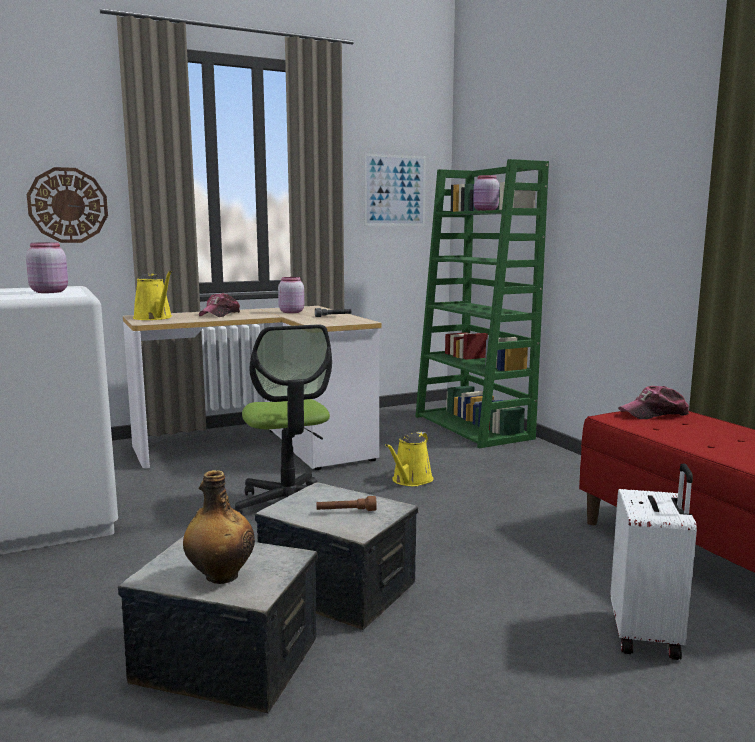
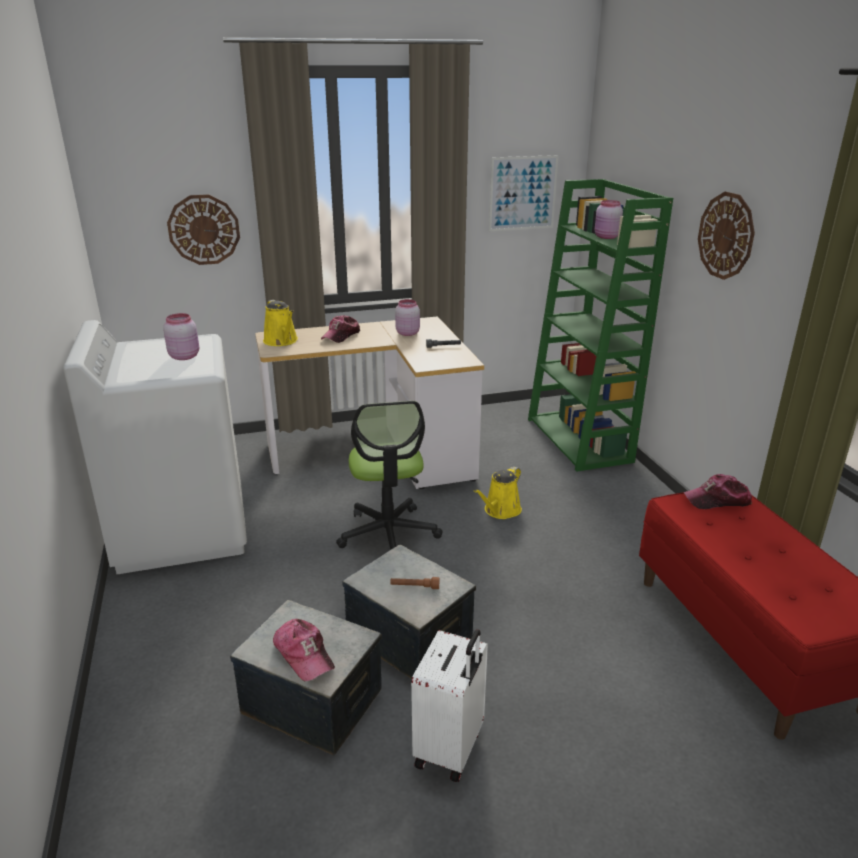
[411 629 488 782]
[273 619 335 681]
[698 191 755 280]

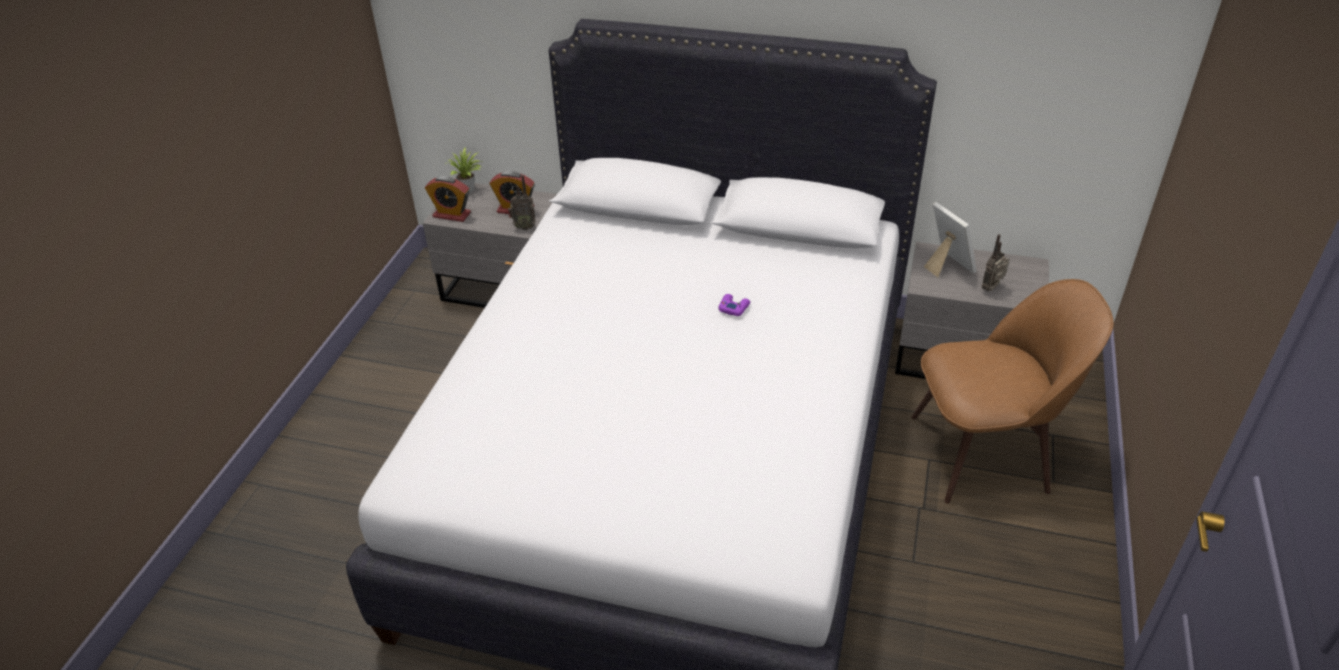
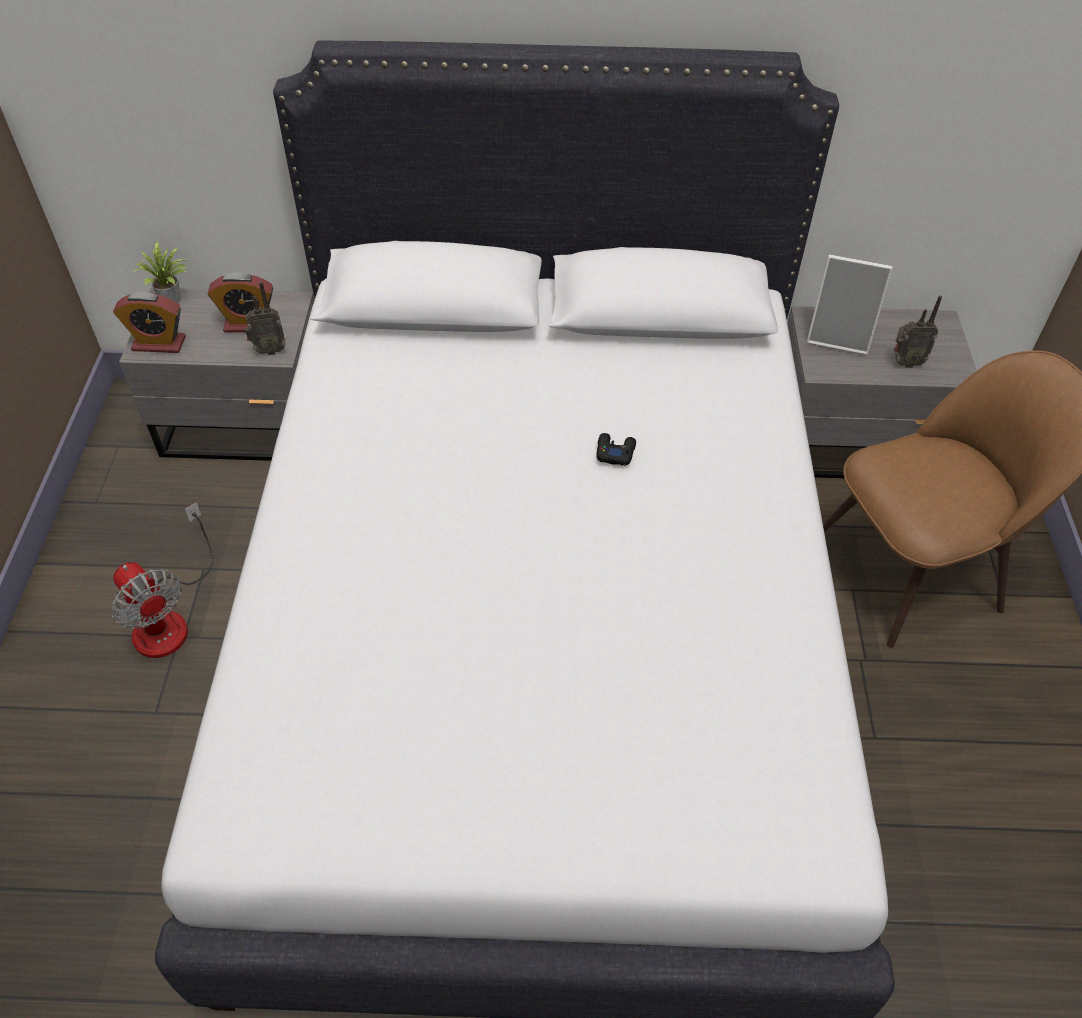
[807 254 893 355]
[894 296 942 368]
[596 433 636 466]
[112 502 213 658]

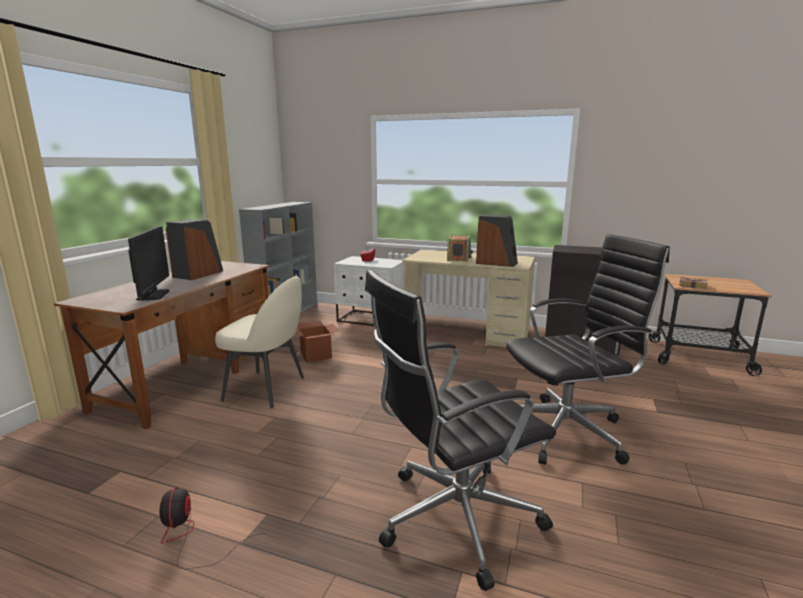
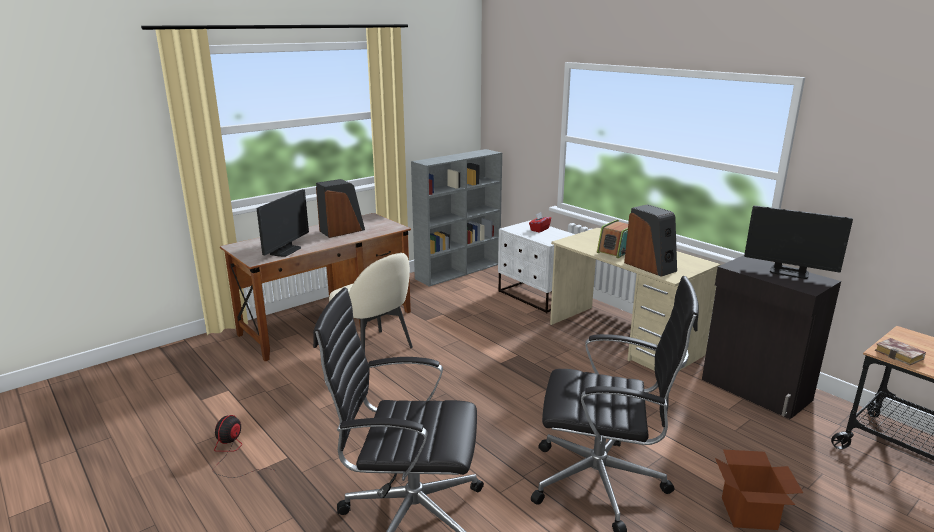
[715 449 803 530]
[744 205 853 279]

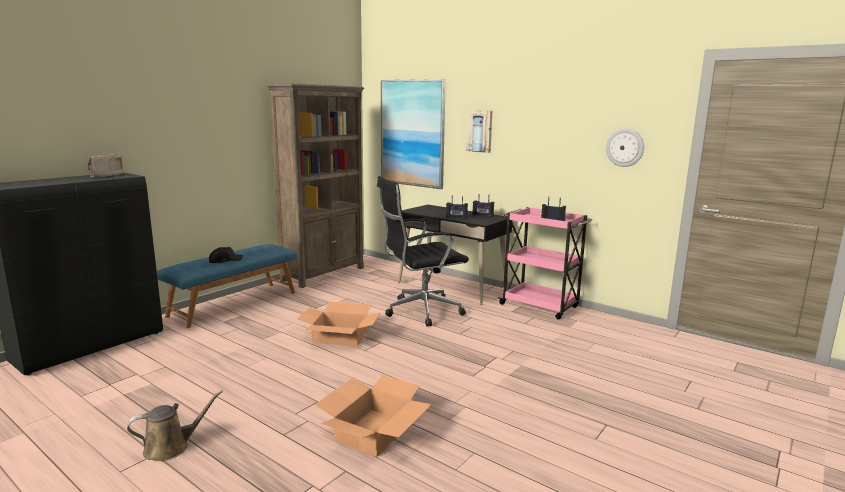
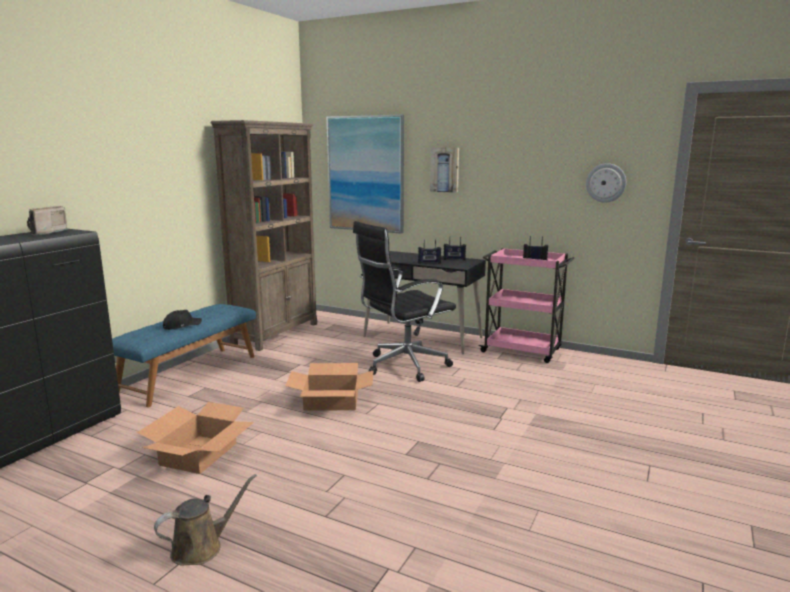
[137 402 254 474]

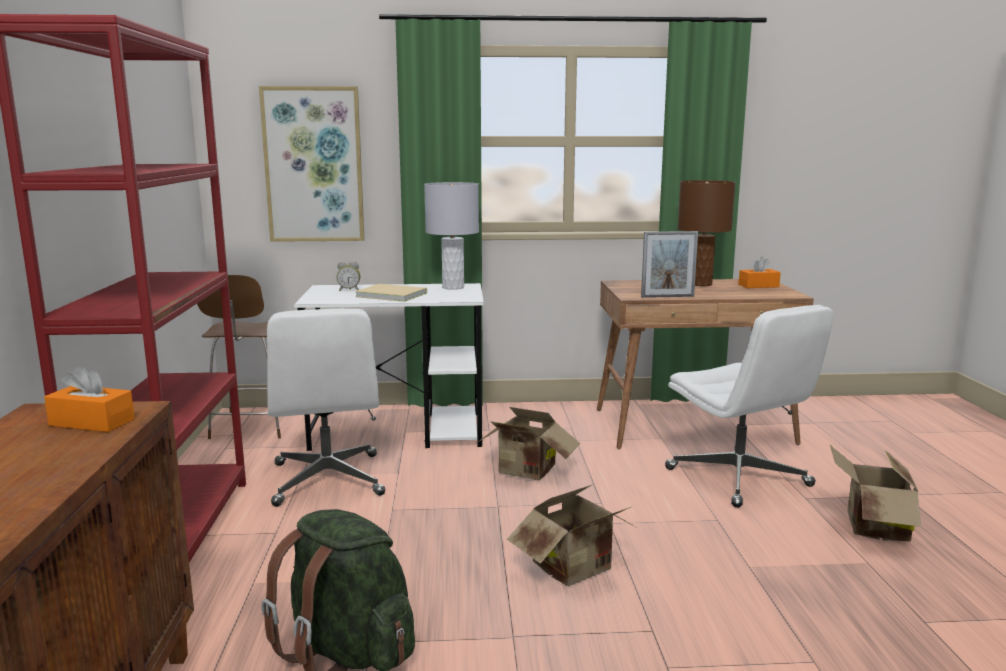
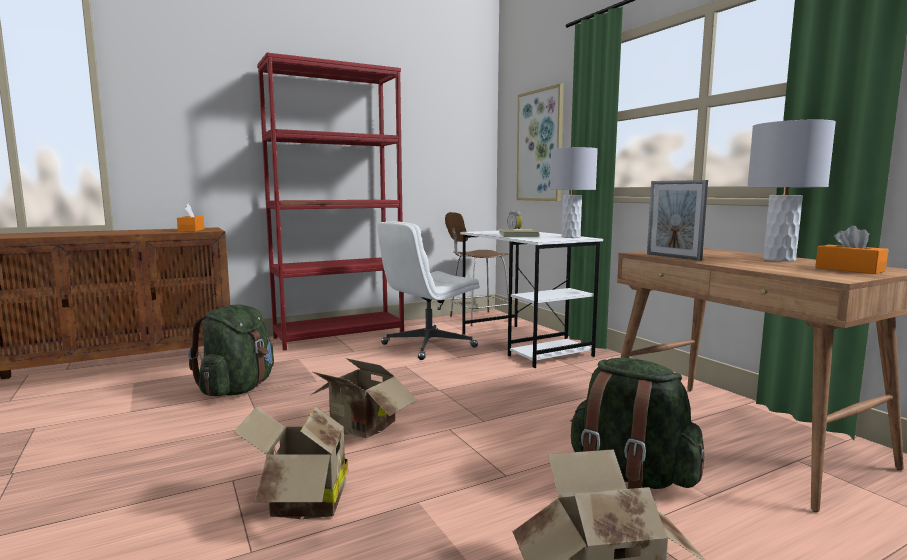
[747 119 836 262]
[570 358 705 489]
[234 406 350 519]

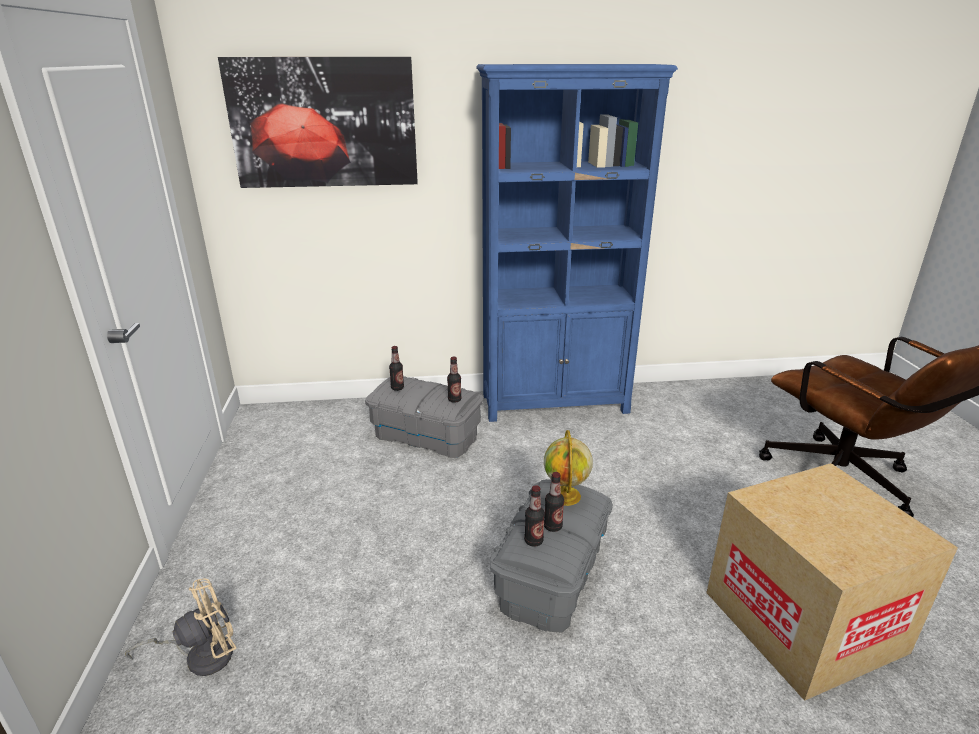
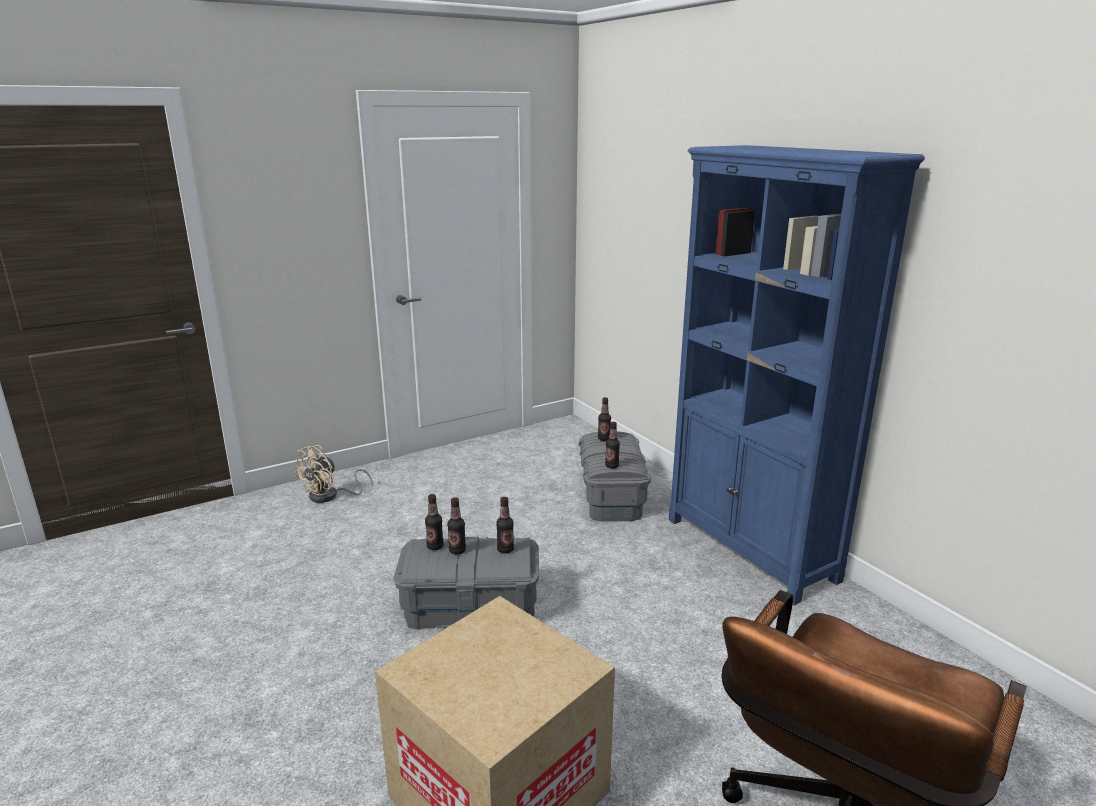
[218 57 418 188] (first image)
[496 497 514 554]
[294 445 373 503]

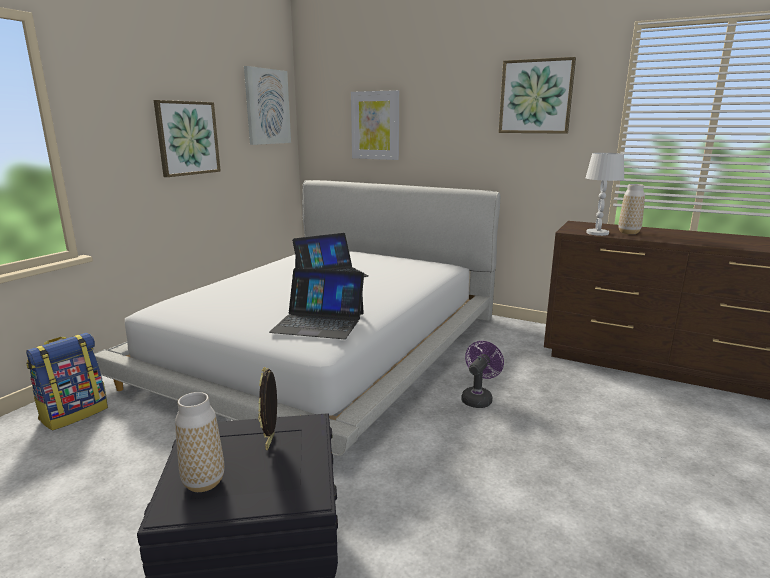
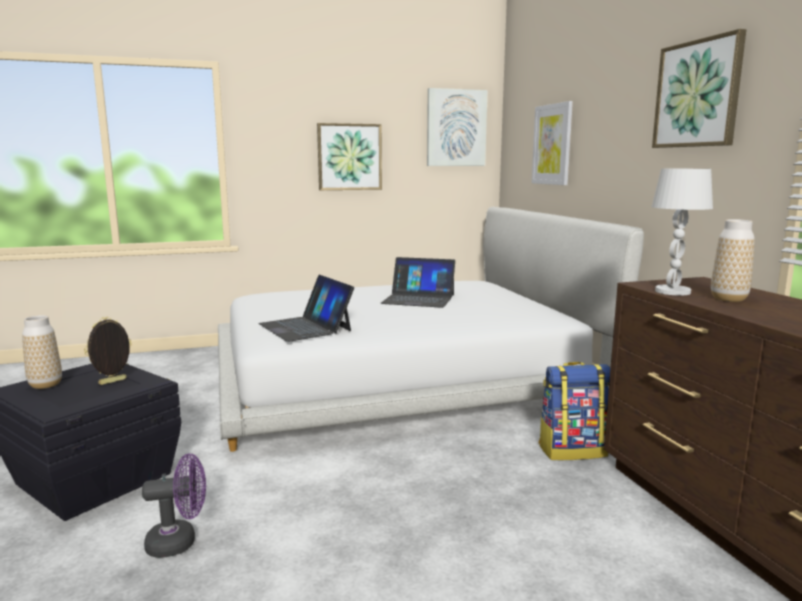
[538 362 610 460]
[142 454 206 558]

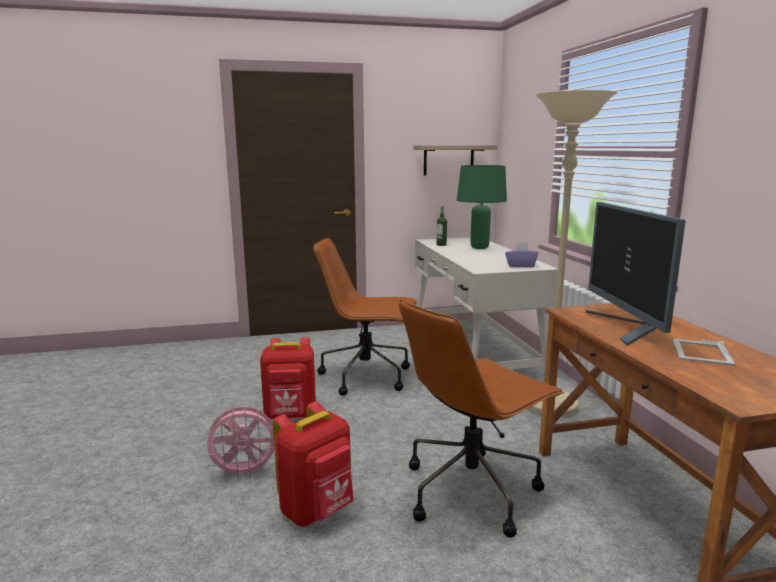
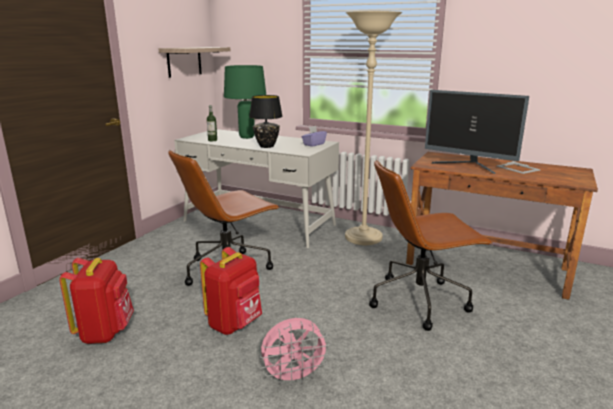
[369 160 492 331]
[59 258 134 344]
[260 318 331 386]
[249 95 283 148]

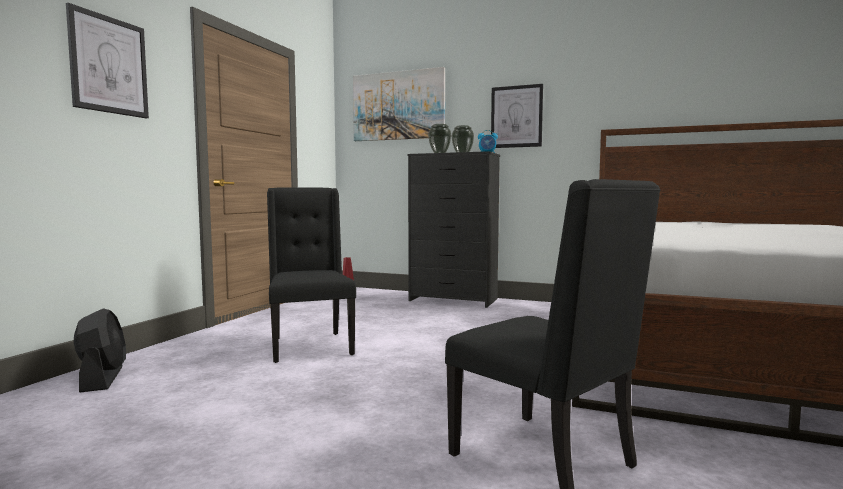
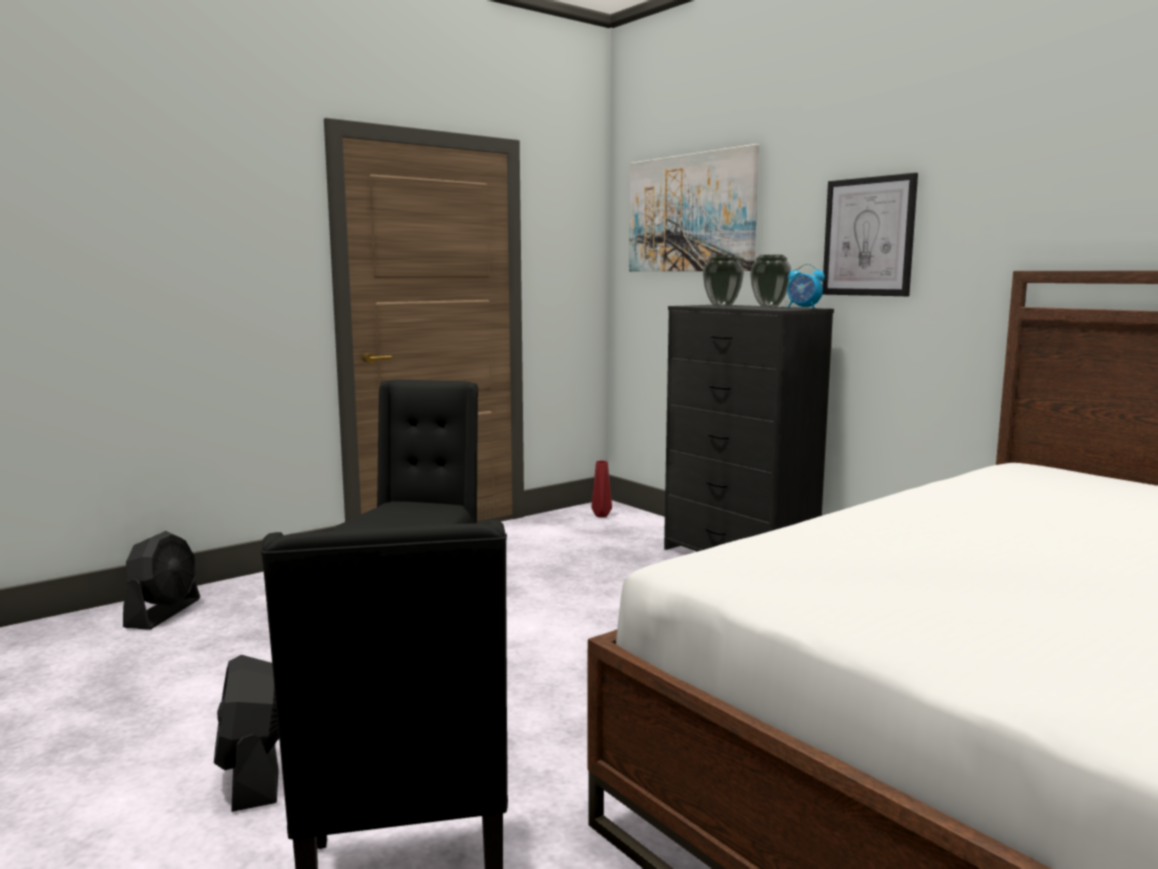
[66 3 149 118] (first image)
[214 655 279 812]

